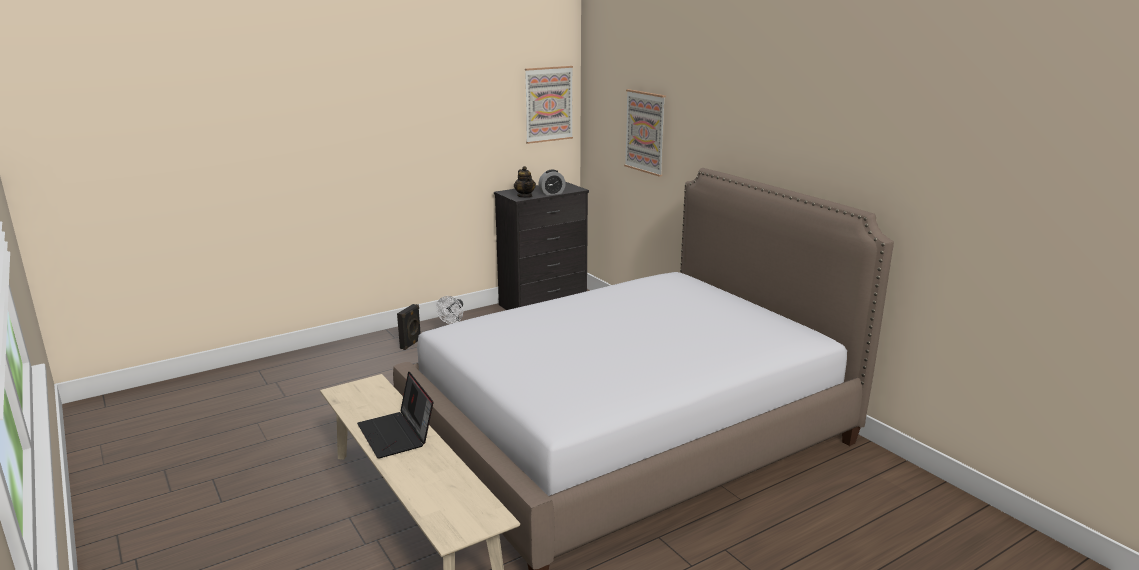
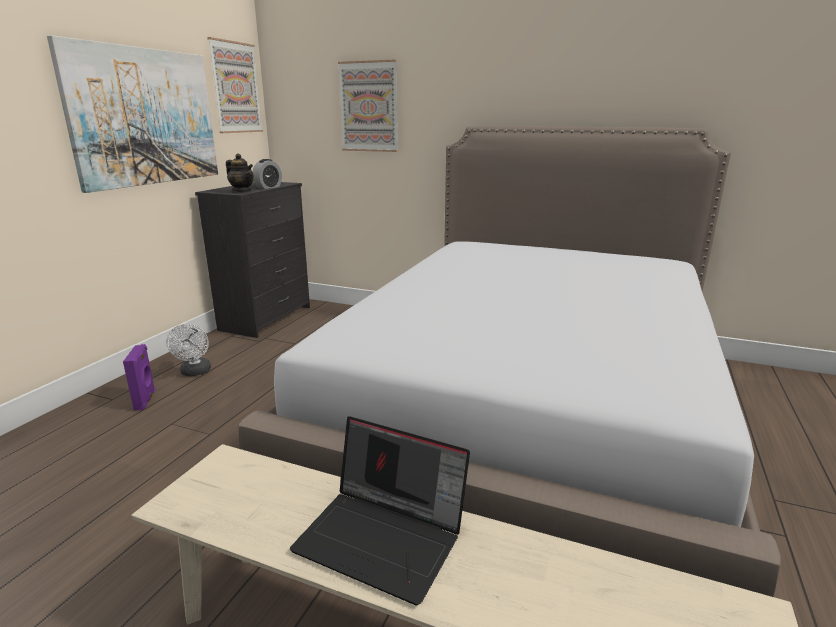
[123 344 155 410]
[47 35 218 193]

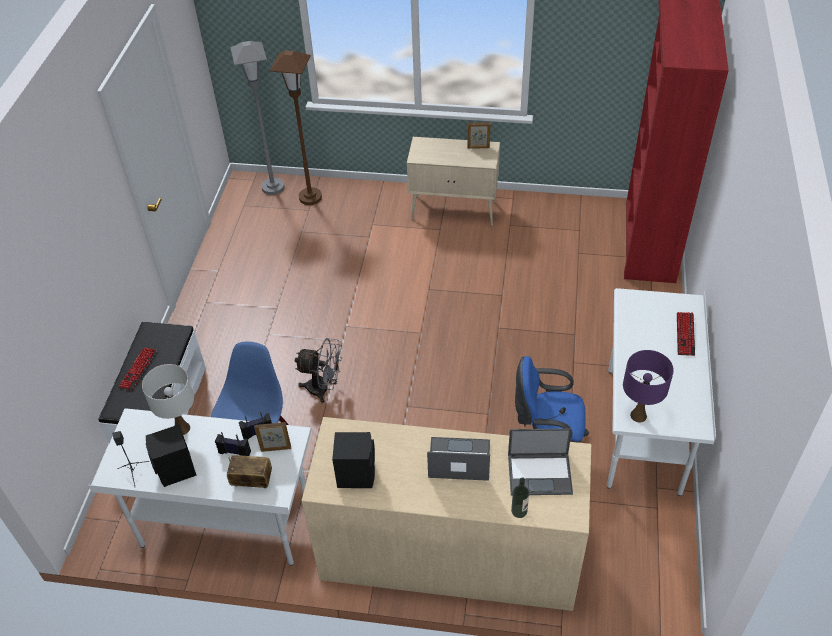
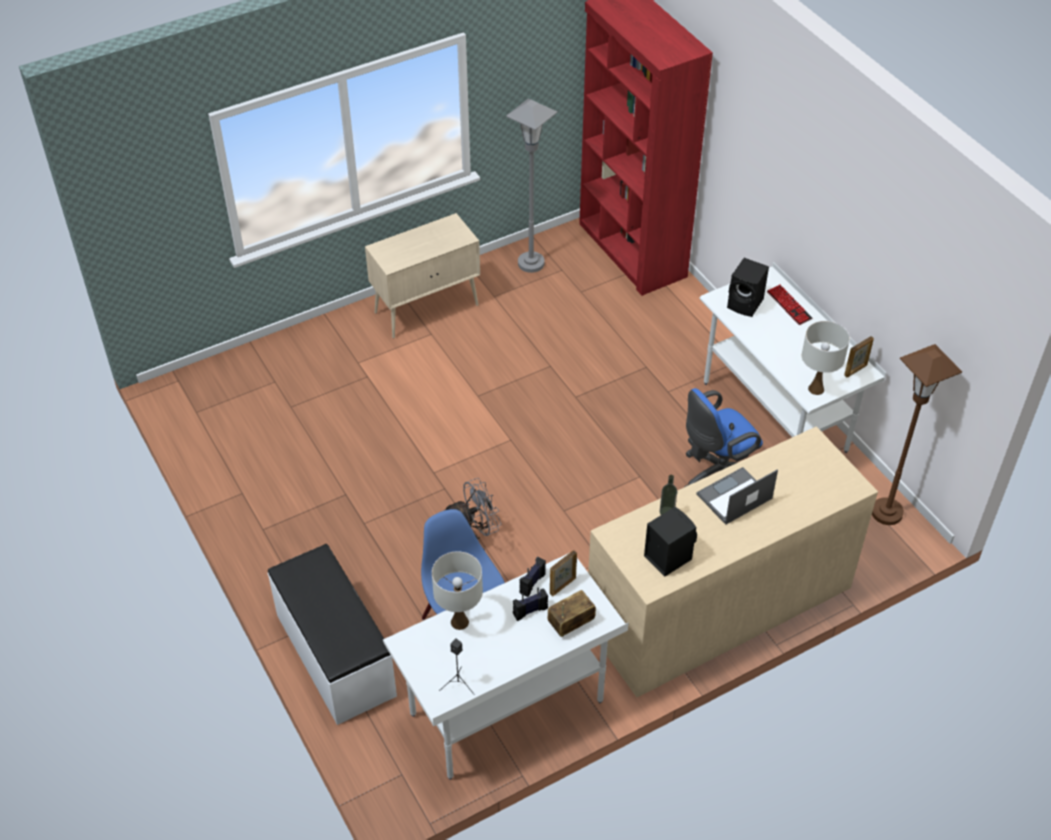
[506 98 558 273]
[872 344 962 525]
[844 336 874 377]
[118 348 157 390] (first image)
[802 321 850 395]
[727 258 769 317]
[508 428 573 495] (first image)
[660 475 677 515]

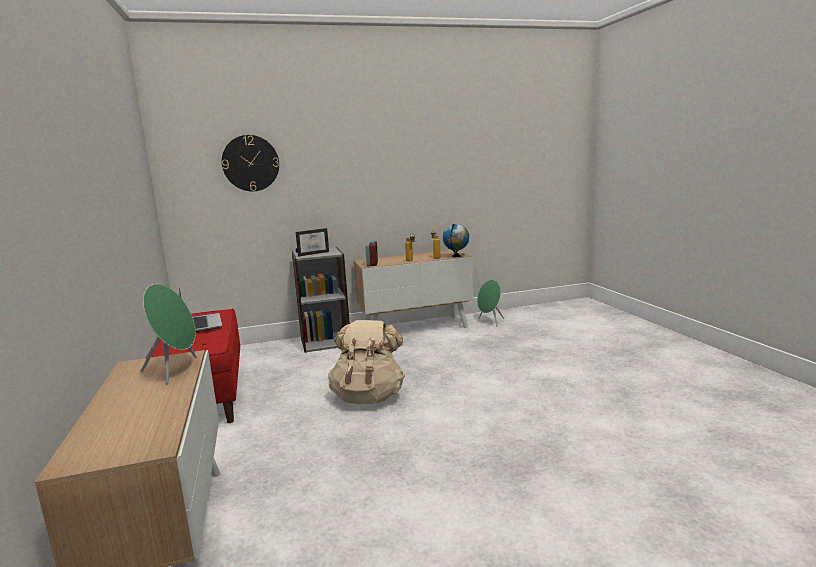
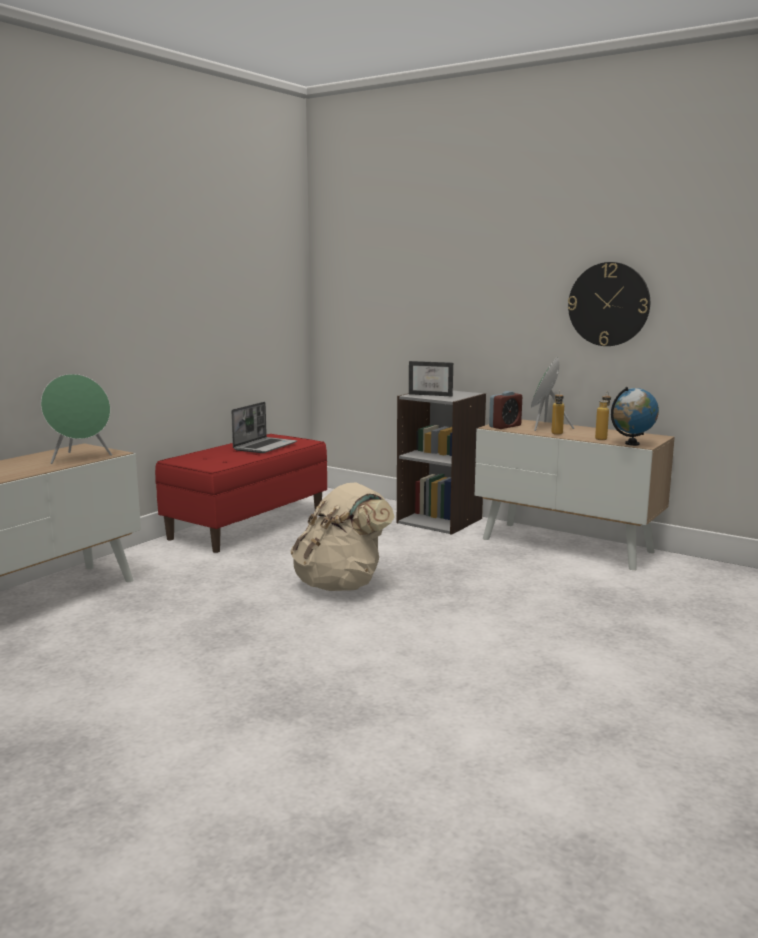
[568 262 650 346]
[531 357 574 431]

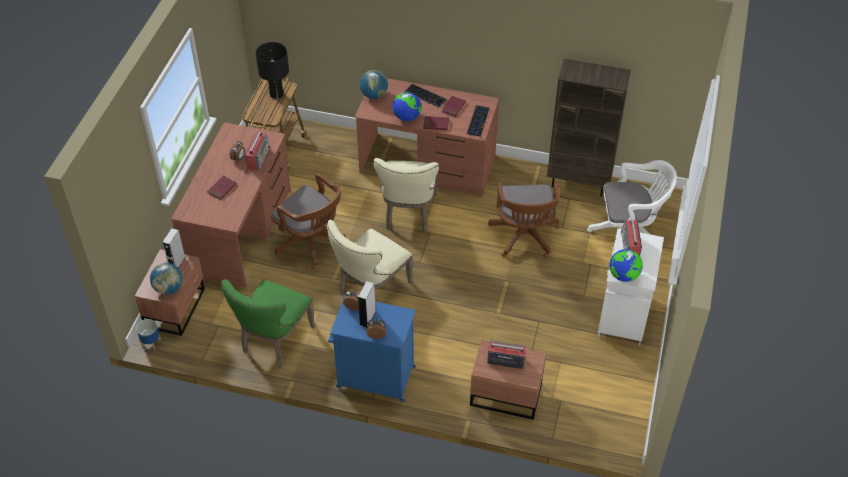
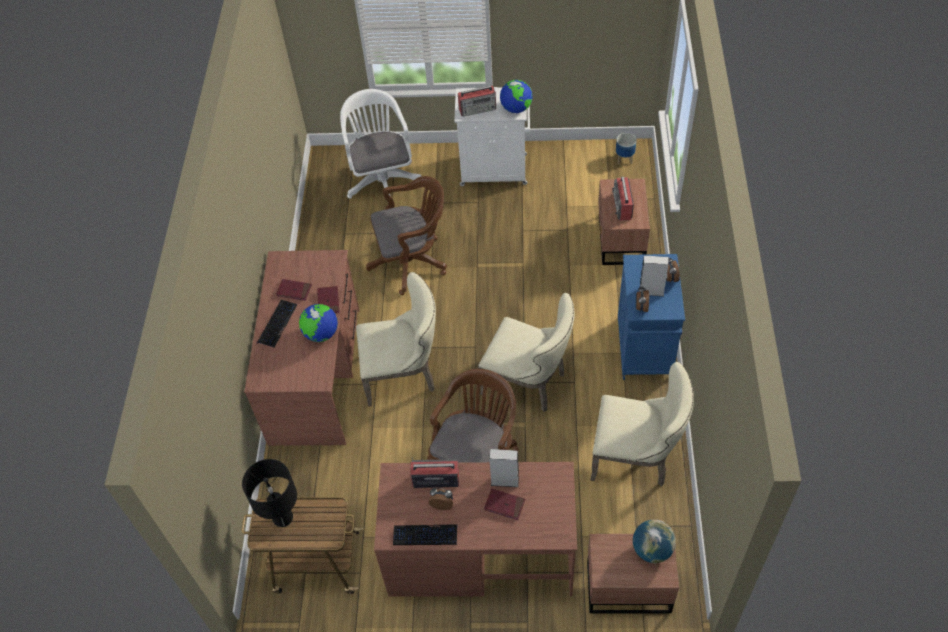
[547 59 631 196] (first image)
[360 70 388 99] (first image)
[393 524 457 545]
[489 449 519 487]
[590 362 694 486]
[616 133 637 164]

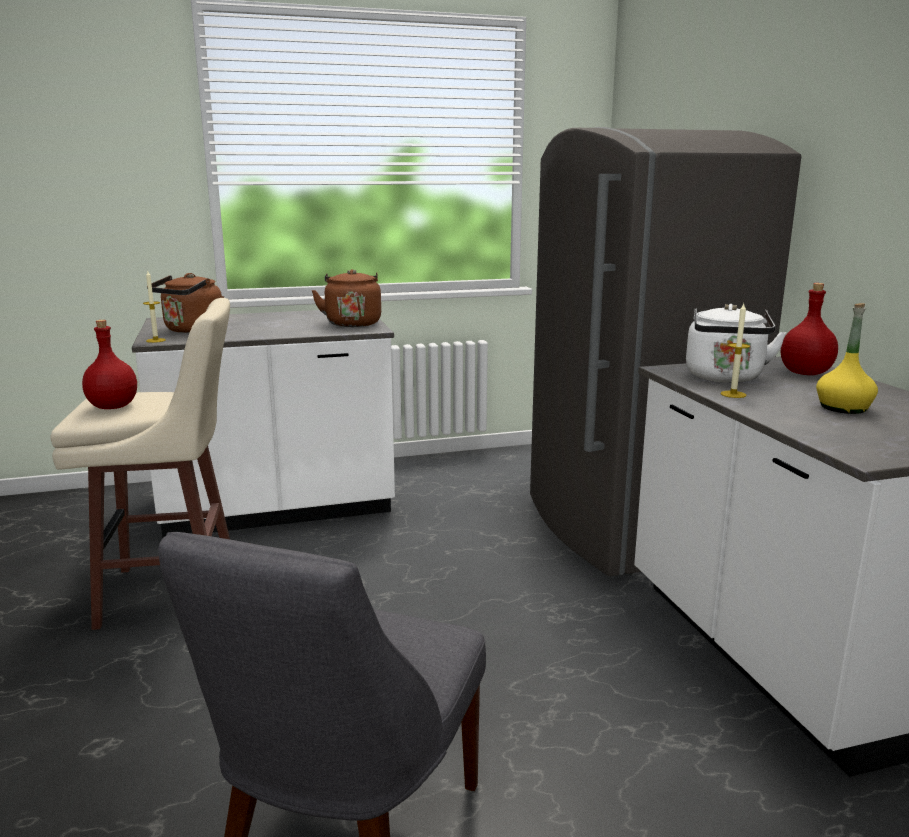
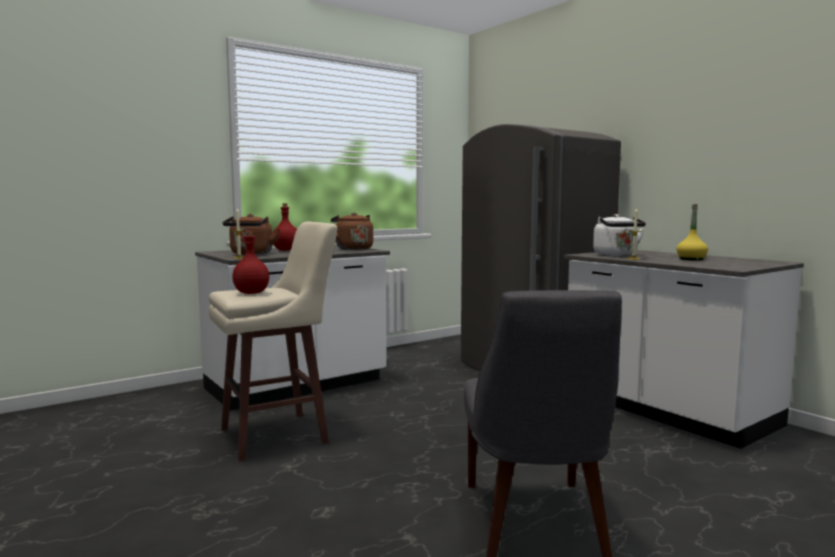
[272 203 297 250]

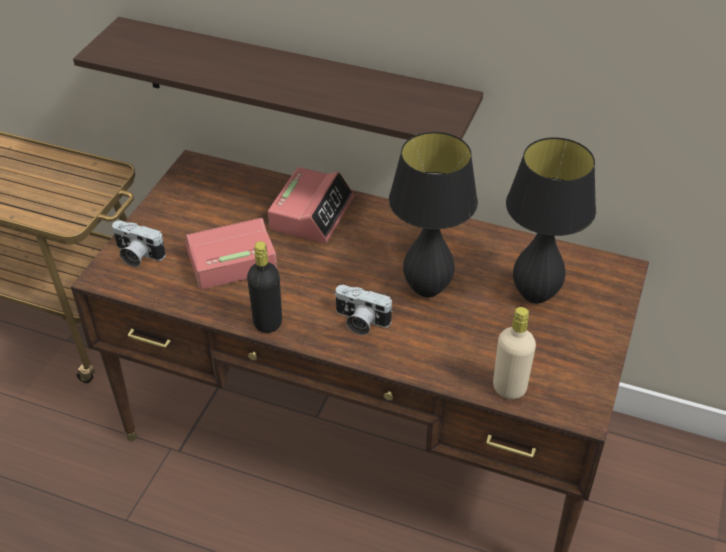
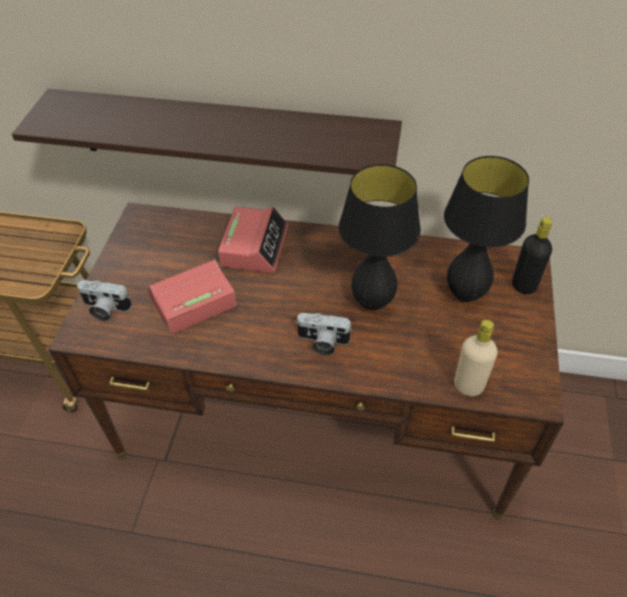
[512 217 552 294]

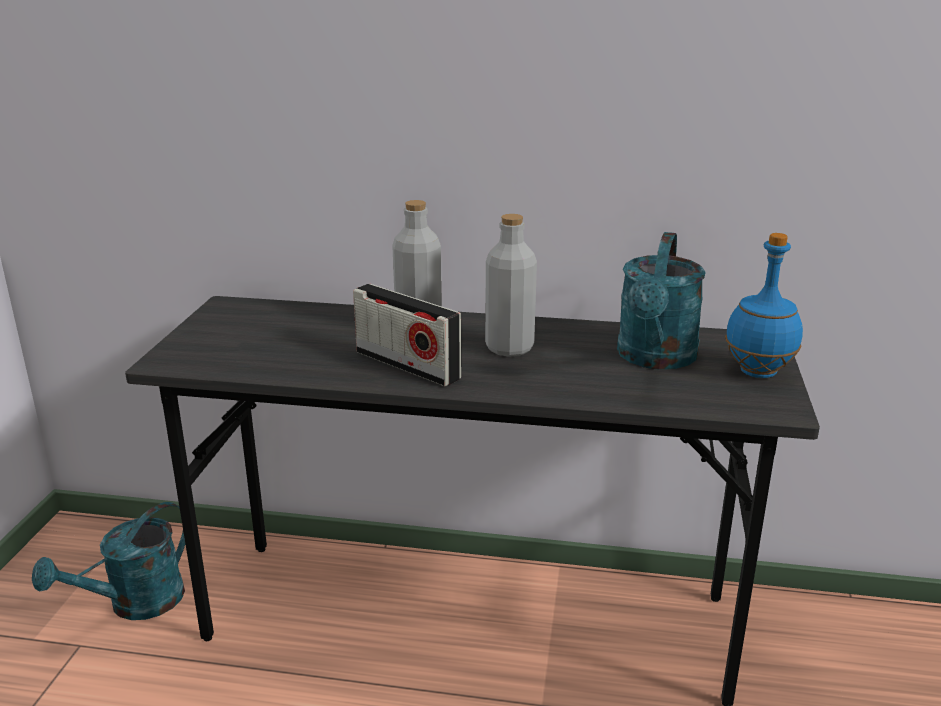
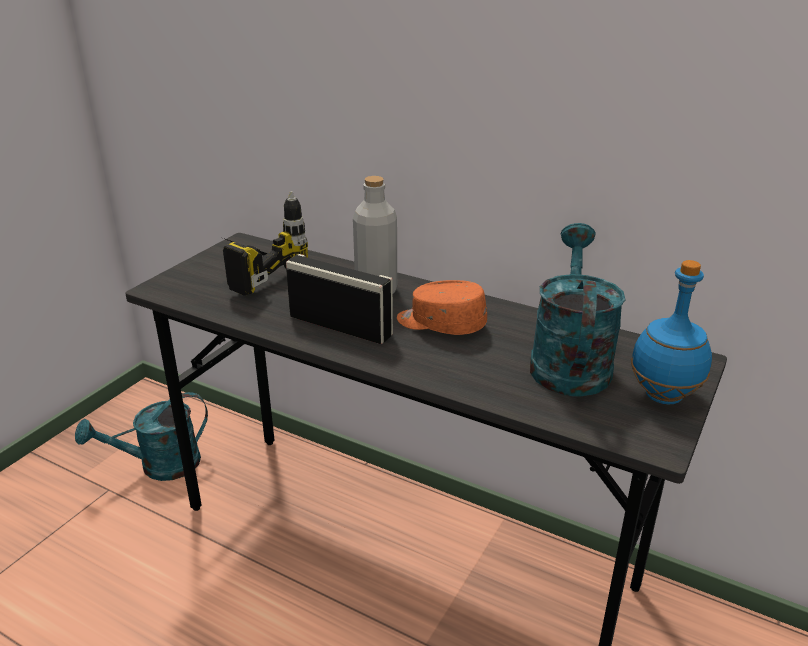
[397 280 487 335]
[530 223 625 397]
[286 254 393 344]
[223 191 308 296]

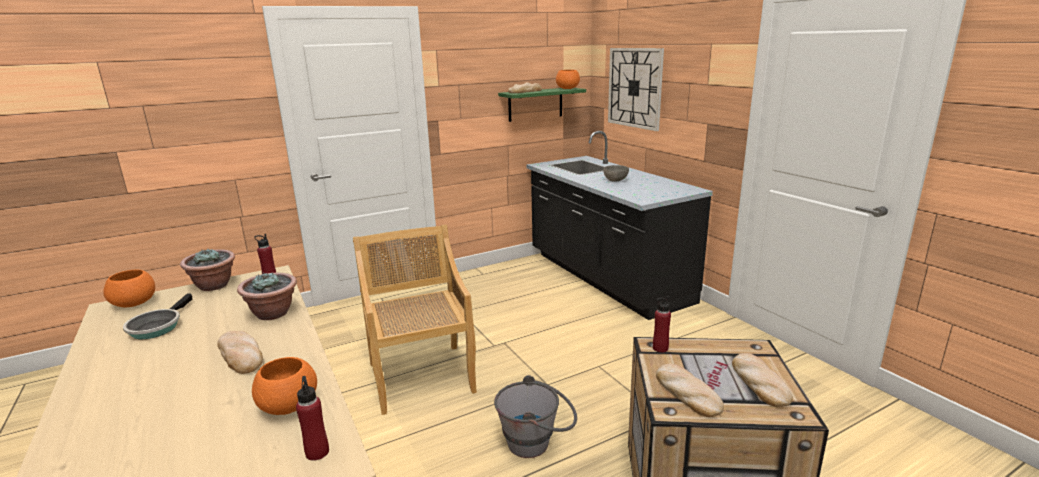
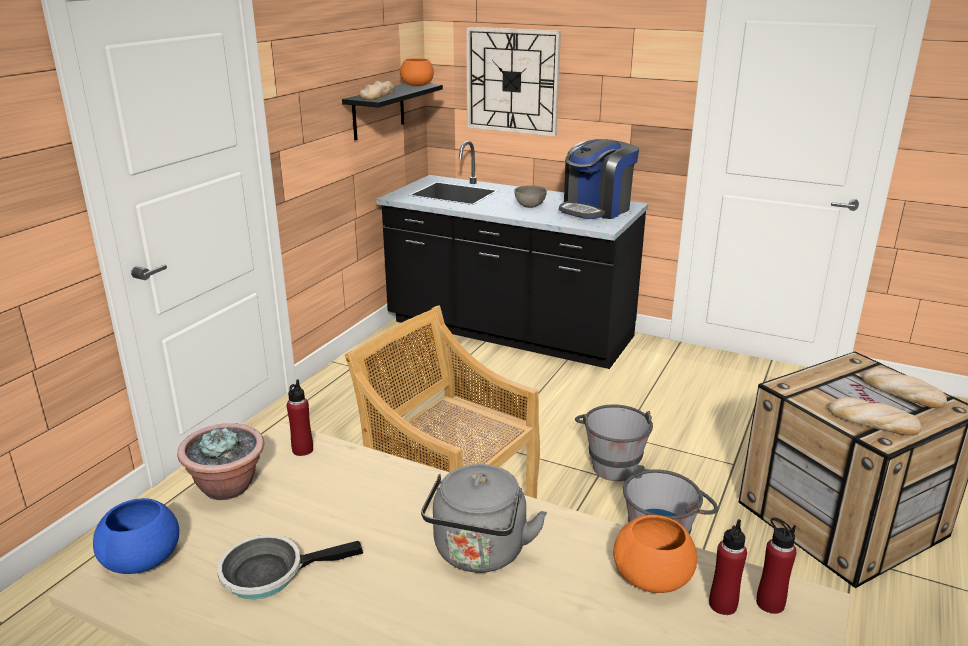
[342 83 443 140]
[93 498 179 574]
[237 272 297 320] (first image)
[217 535 363 599]
[709 519 747 615]
[421 464 547 573]
[559 139 639 219]
[575 404 653 481]

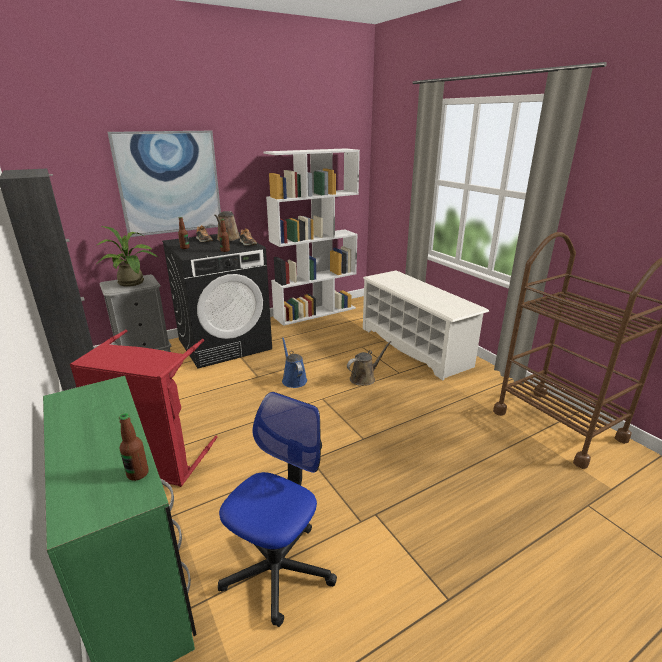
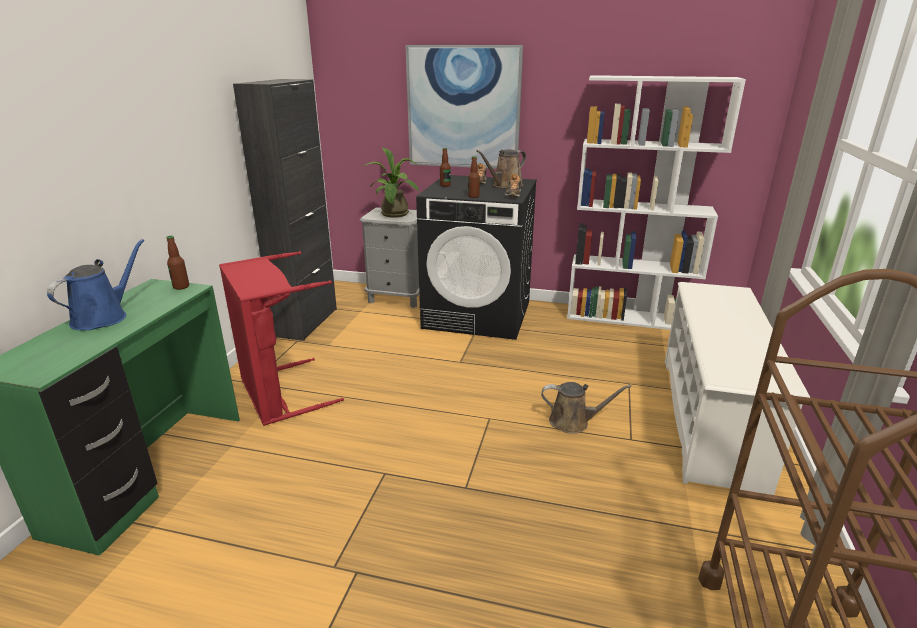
[47 239 145 330]
[218 392 337 627] (first image)
[166 236 189 290]

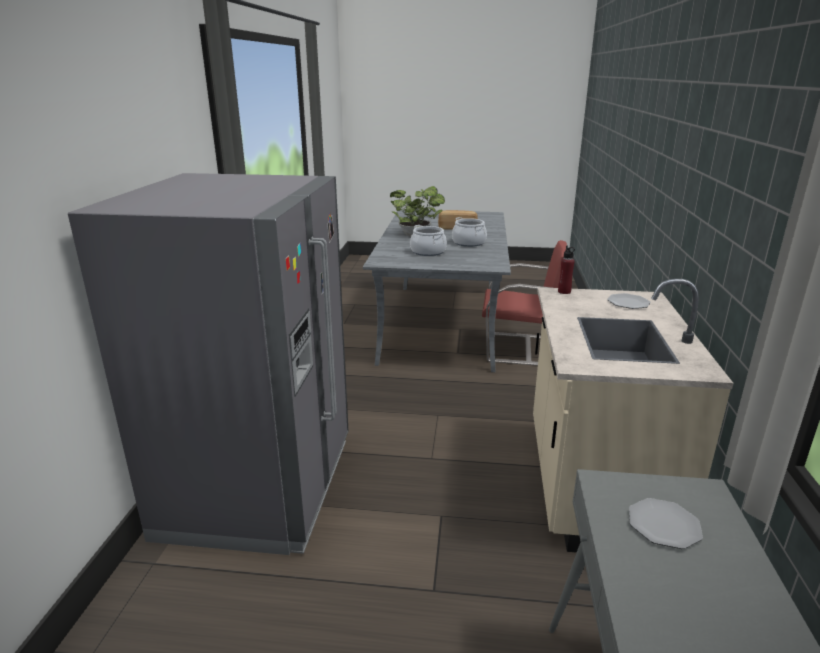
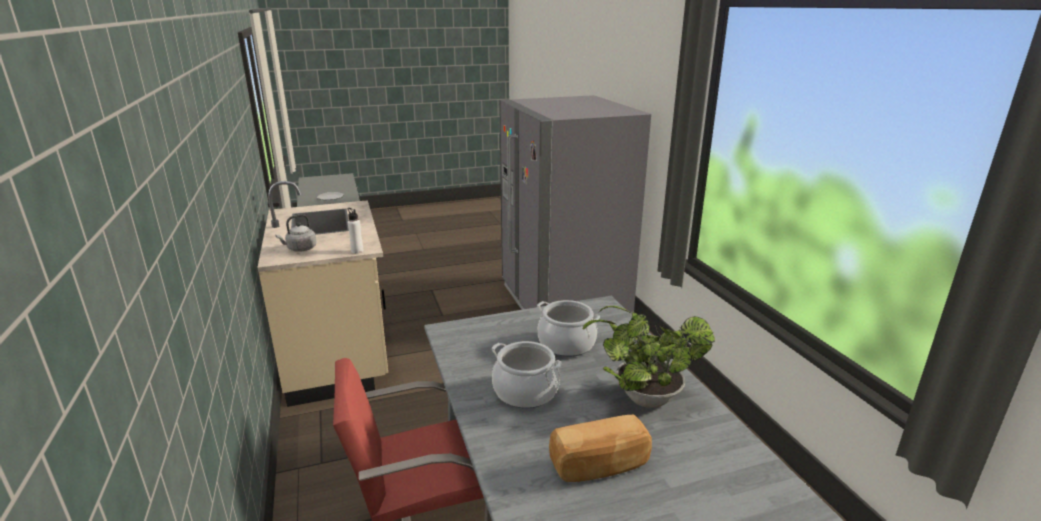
[348 208 363 253]
[275 214 317 252]

